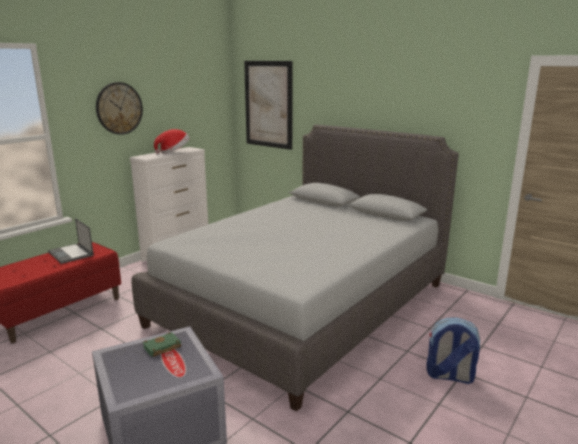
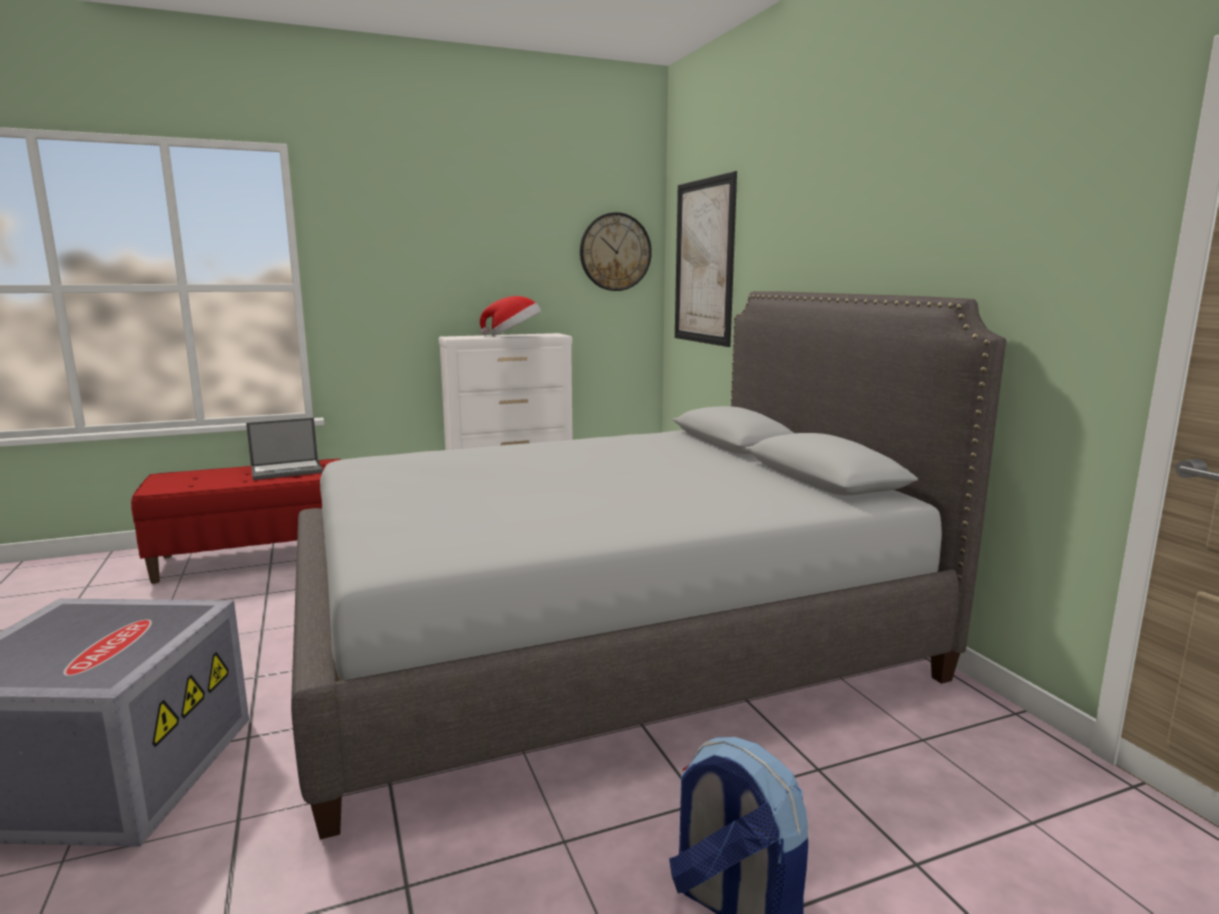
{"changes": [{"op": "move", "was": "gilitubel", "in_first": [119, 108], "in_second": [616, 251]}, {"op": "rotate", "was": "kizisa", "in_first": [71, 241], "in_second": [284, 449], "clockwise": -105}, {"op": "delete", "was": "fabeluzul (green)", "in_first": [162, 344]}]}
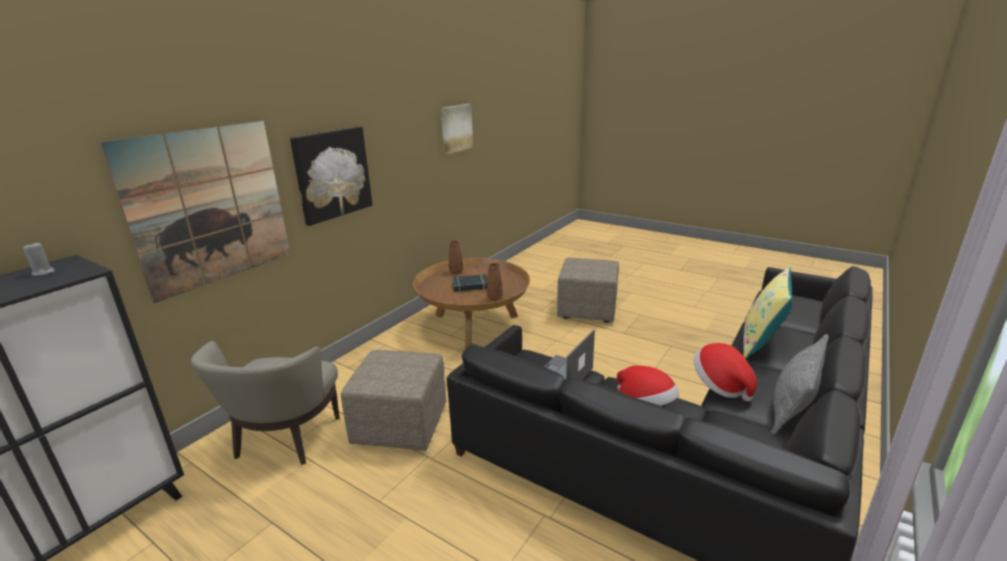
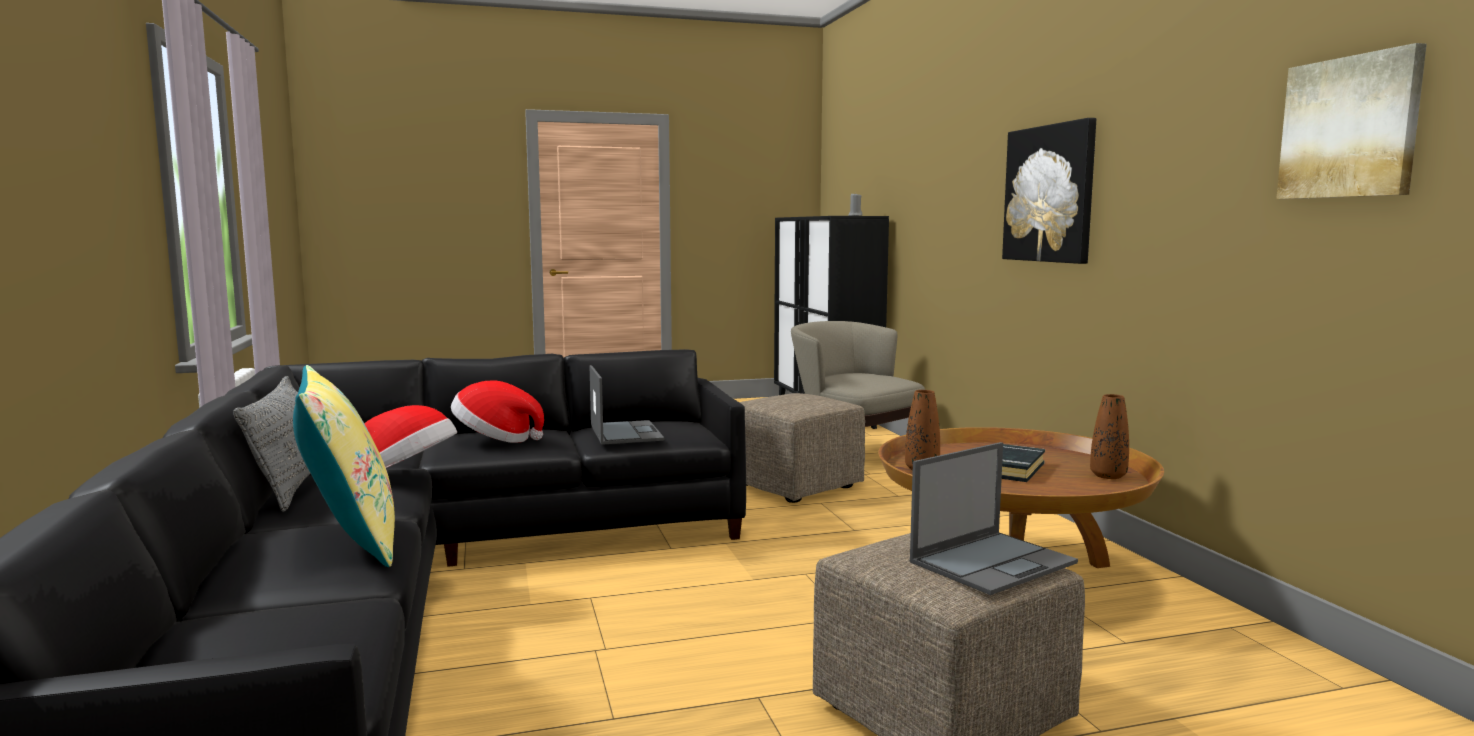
{"changes": [{"op": "delete", "was": "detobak", "in_first": [195, 212]}, {"op": "insert", "now": "kizisa", "in_second": [994, 518]}]}
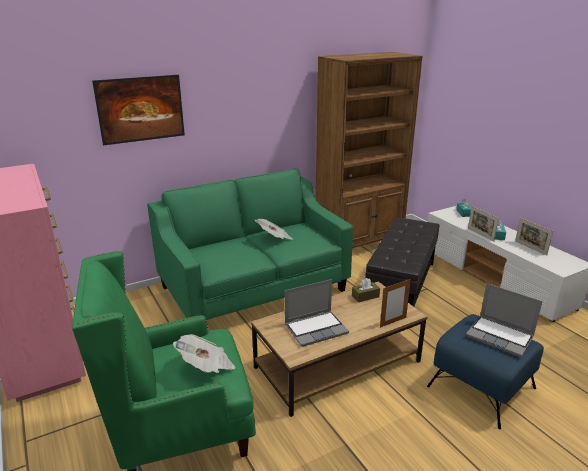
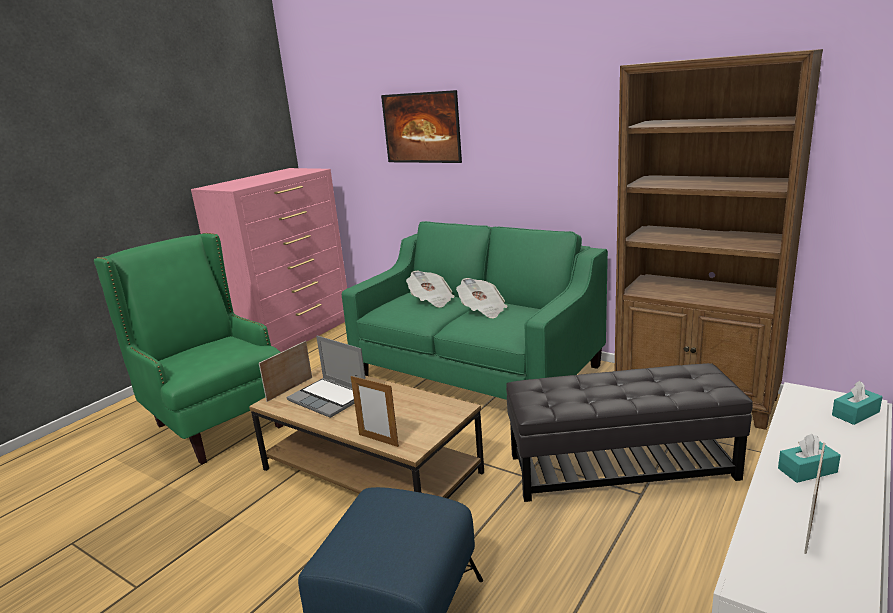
{"changes": [{"op": "move", "was": "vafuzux", "in_first": [483, 224], "in_second": [285, 371]}, {"op": "delete", "was": "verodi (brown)", "in_first": [366, 290]}, {"op": "delete", "was": "kizisa", "in_first": [504, 320]}, {"op": "move", "was": "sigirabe", "in_first": [204, 353], "in_second": [430, 289]}]}
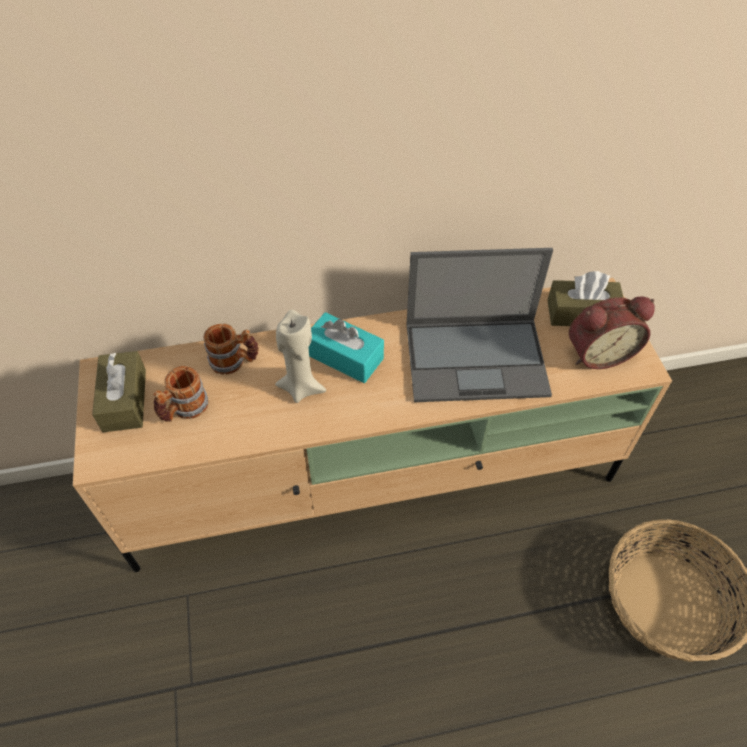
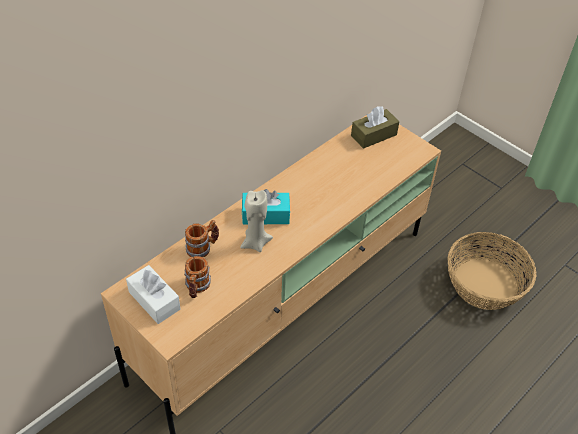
{"changes": [{"op": "delete", "was": "kizisa", "in_first": [479, 325]}, {"op": "delete", "was": "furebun", "in_first": [612, 332]}, {"op": "recolor", "was": "verodi (brown)", "now": "verodi (white)", "in_first": [119, 391], "in_second": [153, 294]}]}
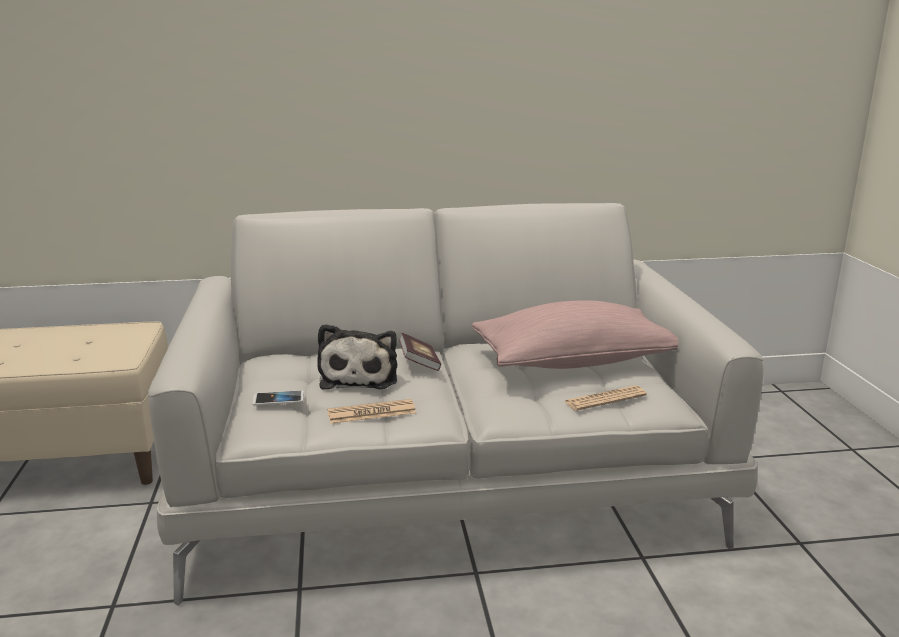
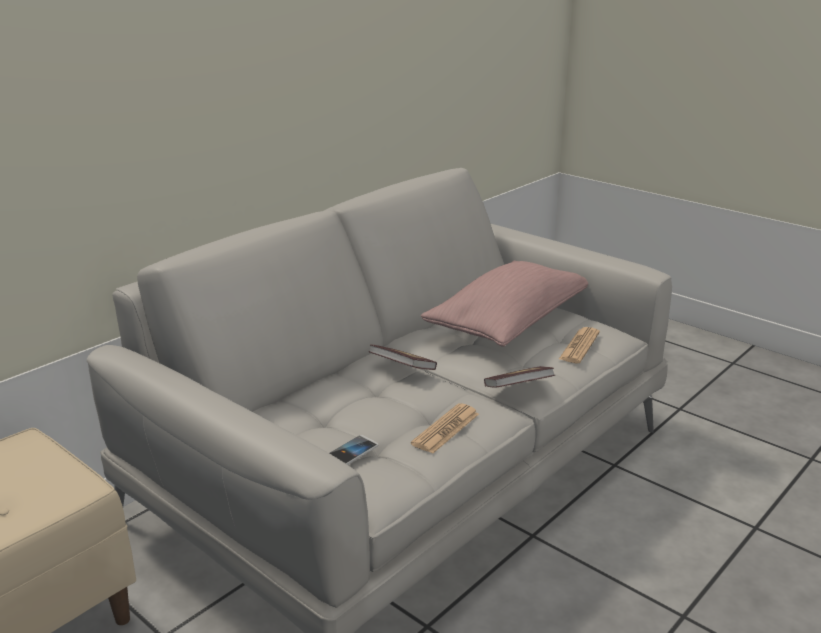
{"changes": [{"op": "delete", "was": "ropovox", "in_first": [357, 356]}, {"op": "insert", "now": "fabeluzul", "in_second": [519, 377]}]}
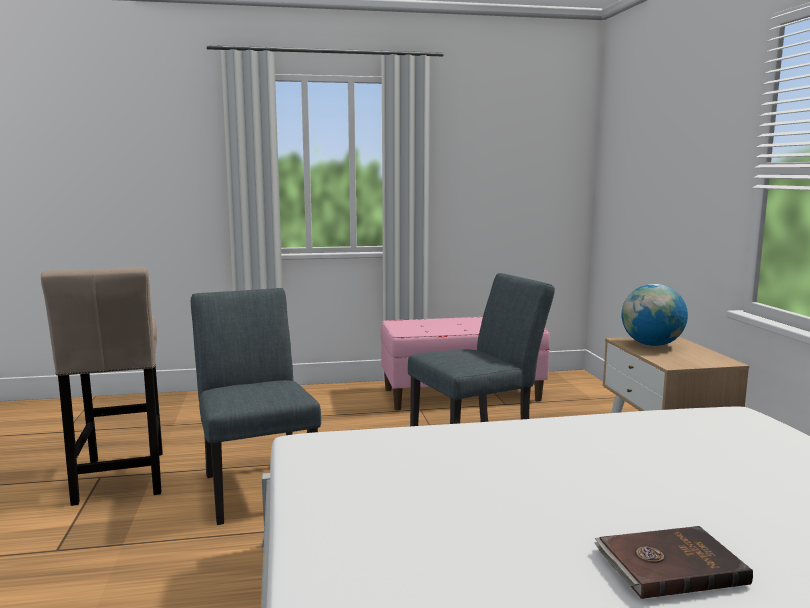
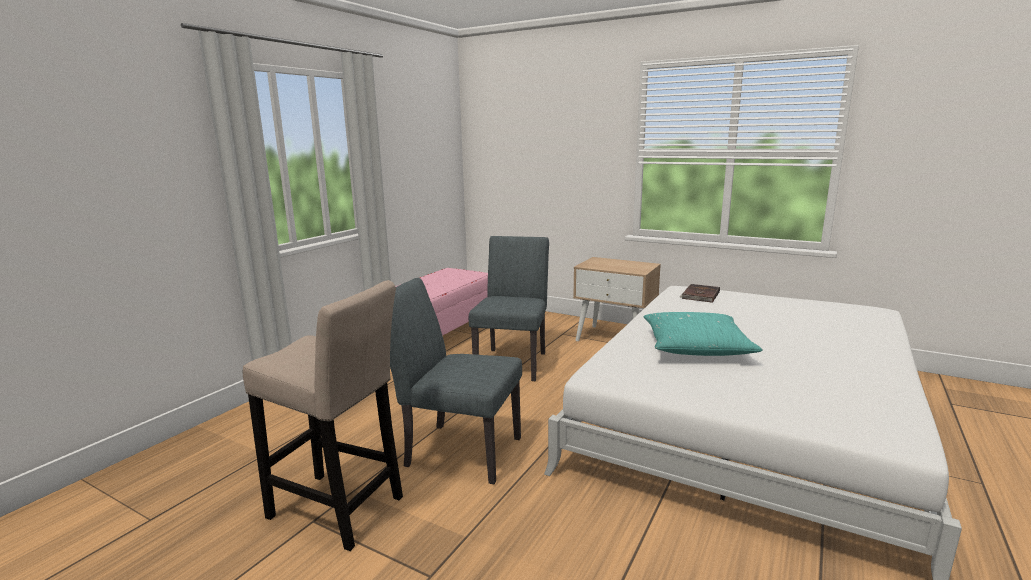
{"changes": [{"op": "delete", "was": "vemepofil", "in_first": [655, 315]}, {"op": "move", "was": "fabeluzul (brown)", "in_first": [673, 562], "in_second": [700, 293]}, {"op": "insert", "now": "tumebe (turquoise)", "in_second": [703, 334]}]}
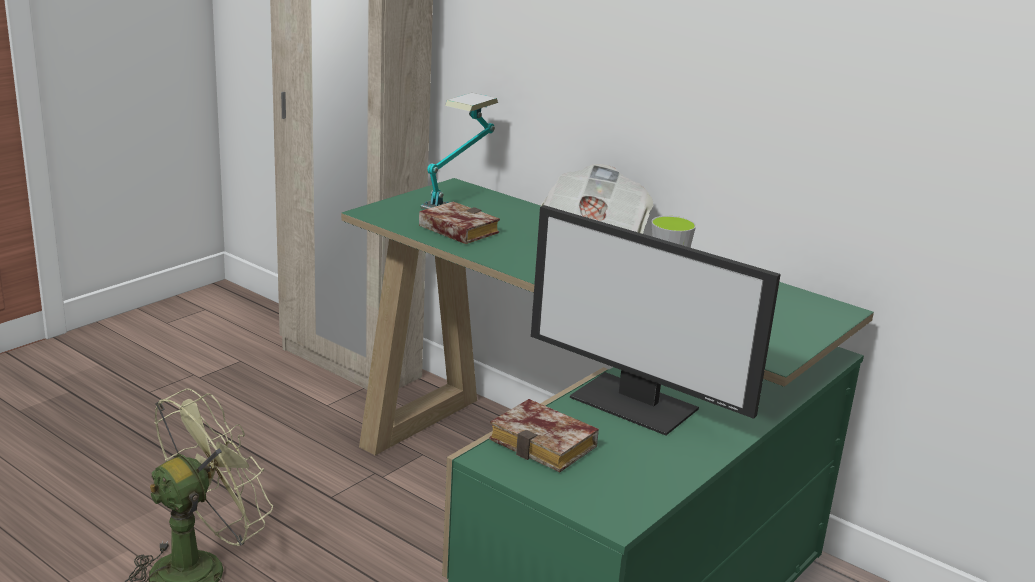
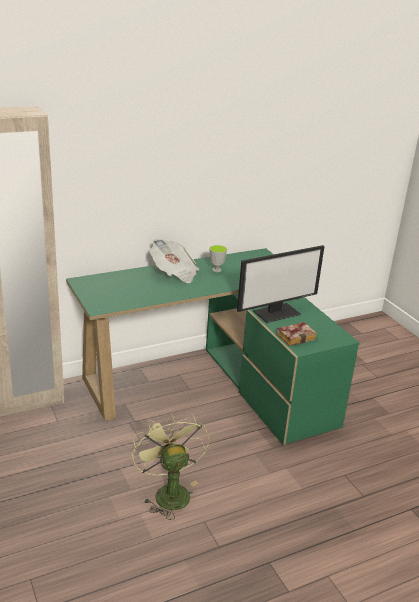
{"changes": [{"op": "delete", "was": "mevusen", "in_first": [459, 151]}, {"op": "delete", "was": "fabeluzul", "in_first": [459, 223]}]}
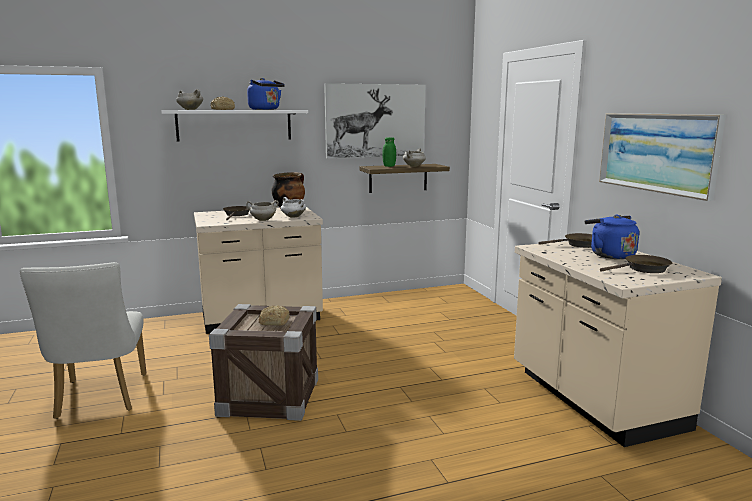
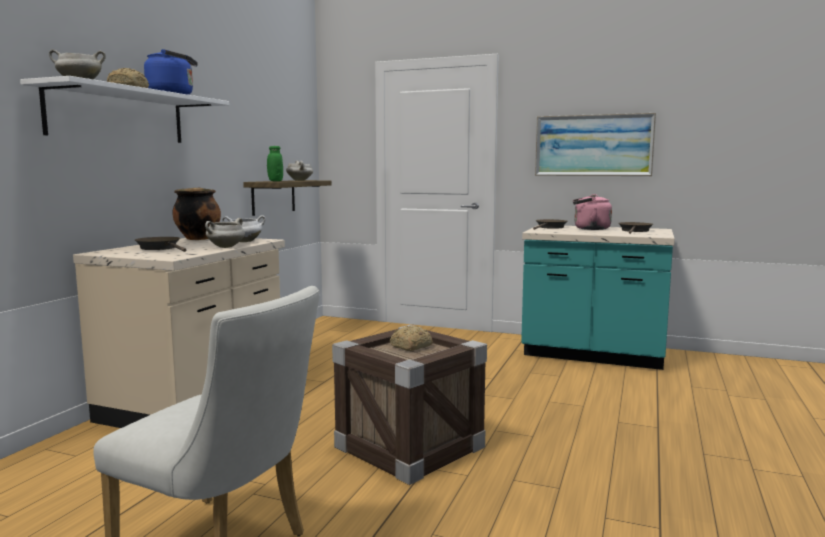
{"changes": [{"op": "delete", "was": "detobak", "in_first": [374, 120]}, {"op": "recolor", "was": "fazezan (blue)", "now": "fazezan (pink)", "in_first": [612, 237], "in_second": [592, 212]}, {"op": "recolor", "was": "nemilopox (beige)", "now": "nemilopox (turquoise)", "in_first": [618, 344], "in_second": [598, 297]}]}
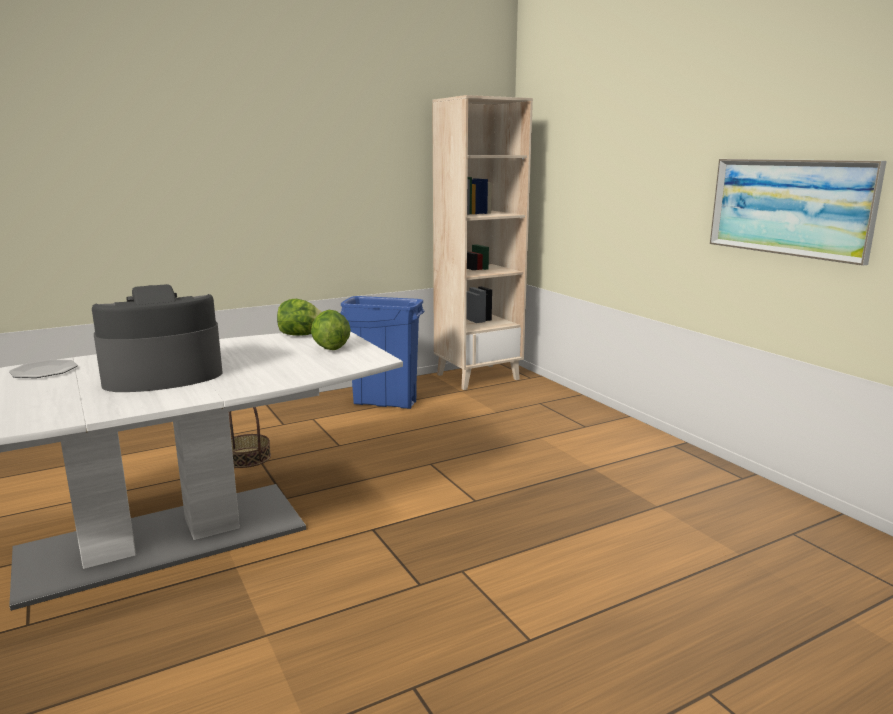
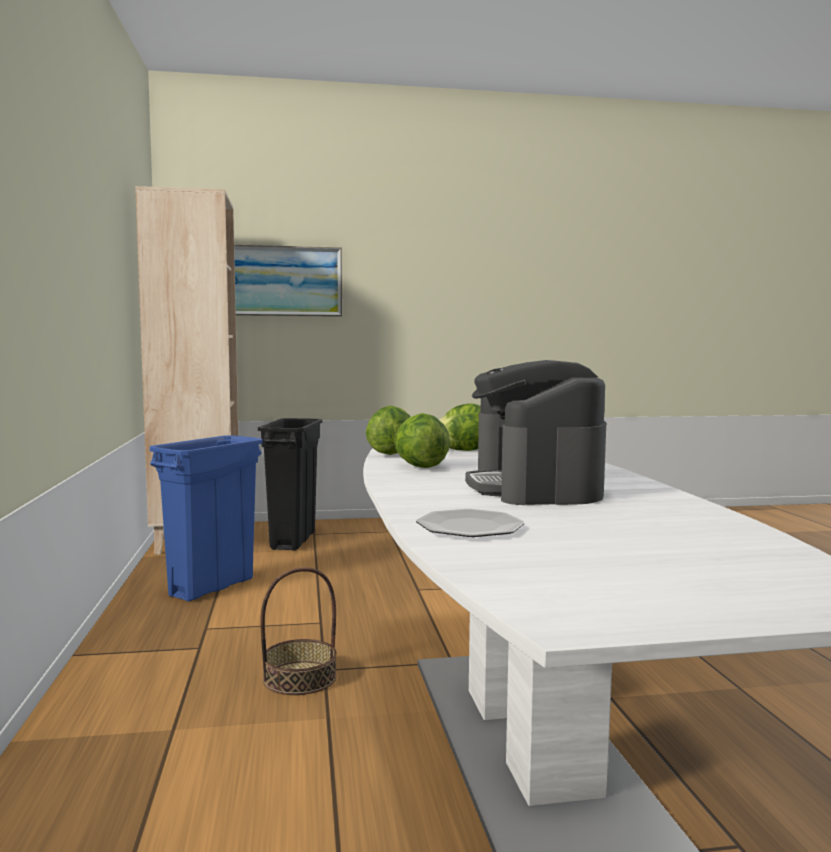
{"changes": [{"op": "move", "was": "detobak", "in_first": [798, 212], "in_second": [288, 281]}, {"op": "insert", "now": "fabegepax", "in_second": [422, 440]}, {"op": "insert", "now": "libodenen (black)", "in_second": [290, 484]}]}
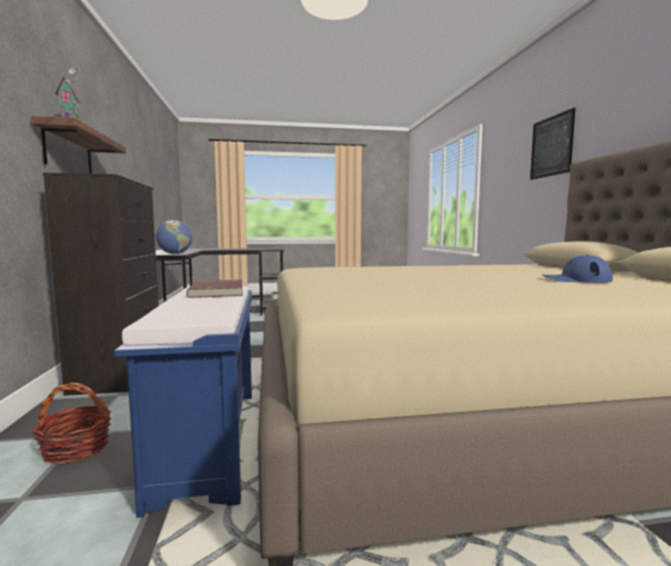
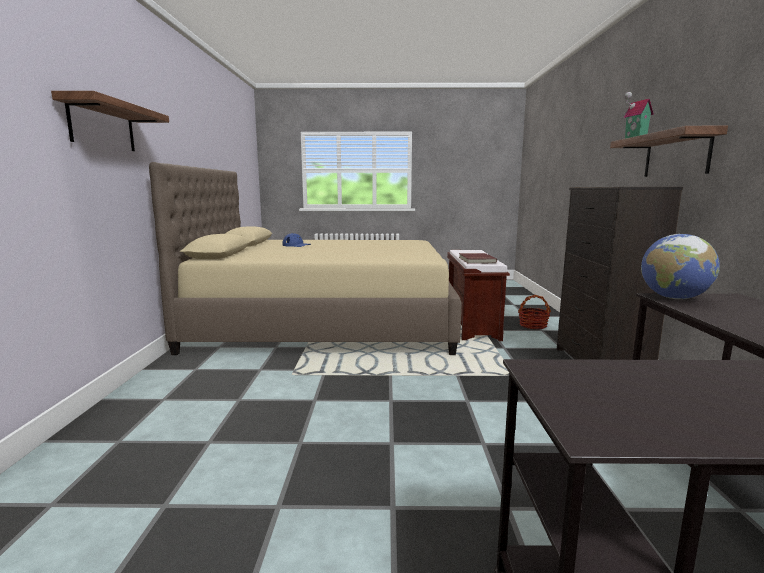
{"changes": [{"op": "replace", "was": "detobak", "now": "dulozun", "in_first": [552, 144], "in_second": [110, 121]}, {"op": "recolor", "was": "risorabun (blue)", "now": "risorabun (brown)", "in_first": [183, 402], "in_second": [478, 295]}]}
